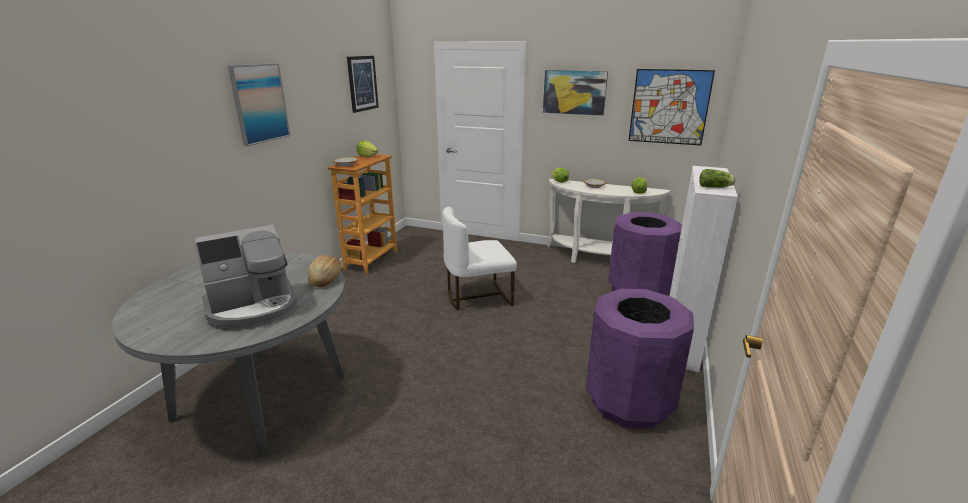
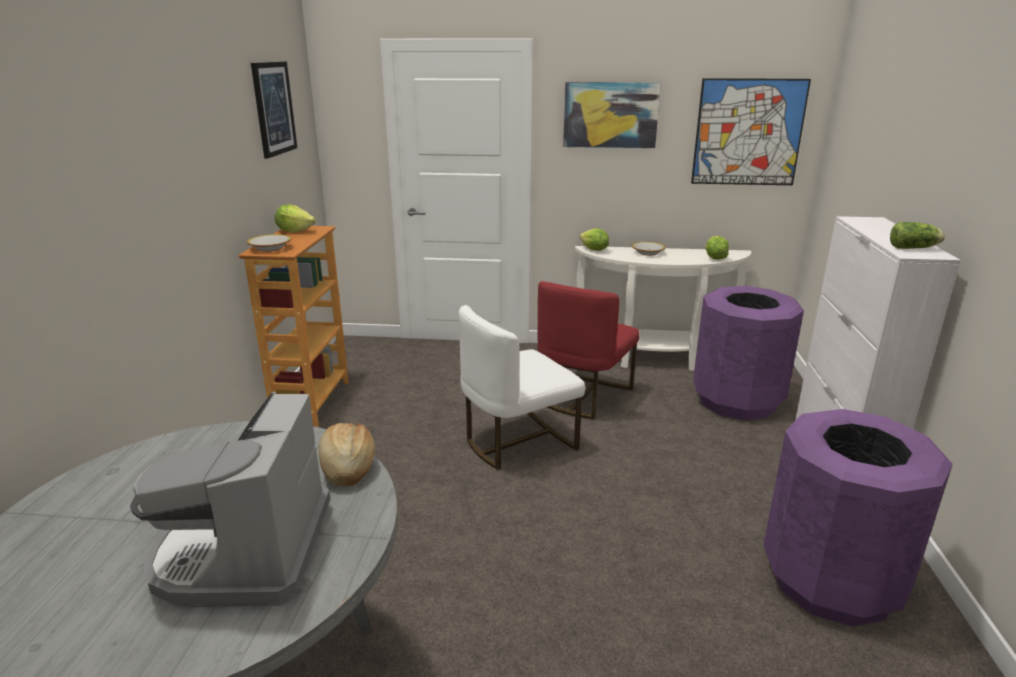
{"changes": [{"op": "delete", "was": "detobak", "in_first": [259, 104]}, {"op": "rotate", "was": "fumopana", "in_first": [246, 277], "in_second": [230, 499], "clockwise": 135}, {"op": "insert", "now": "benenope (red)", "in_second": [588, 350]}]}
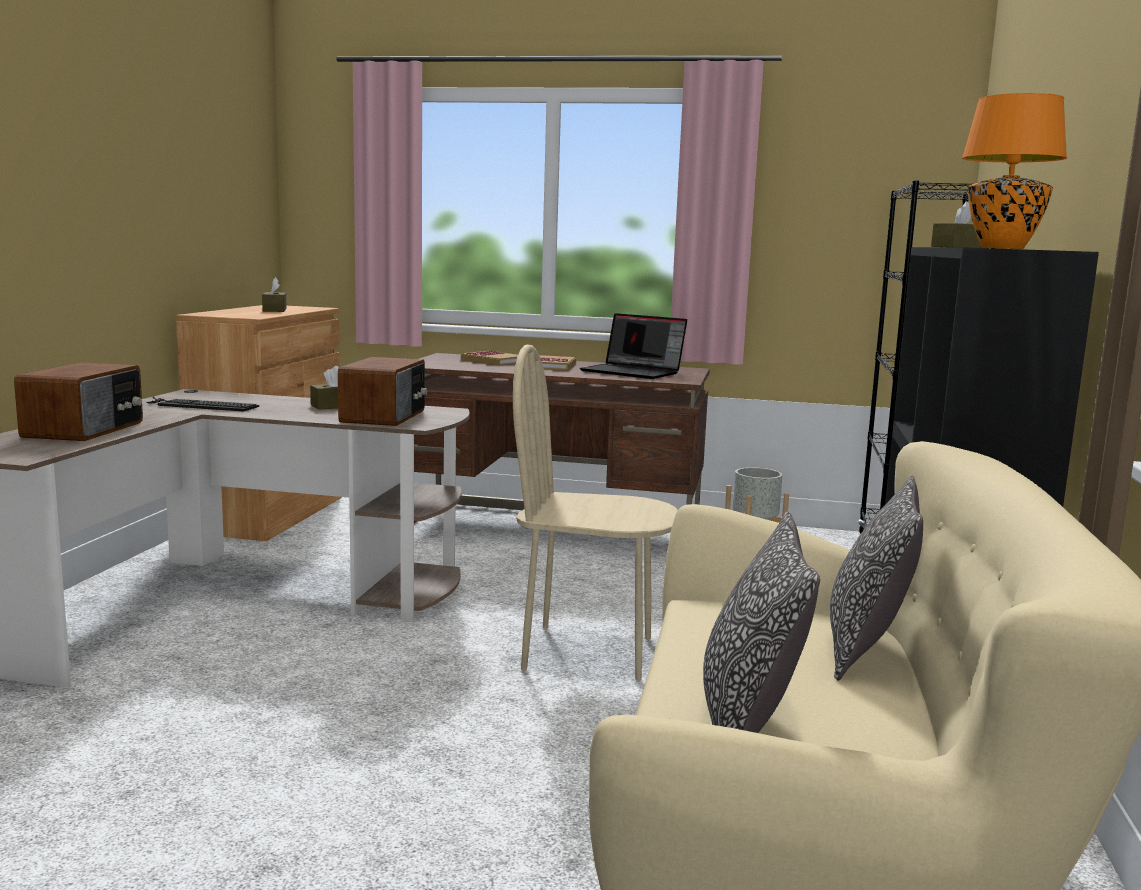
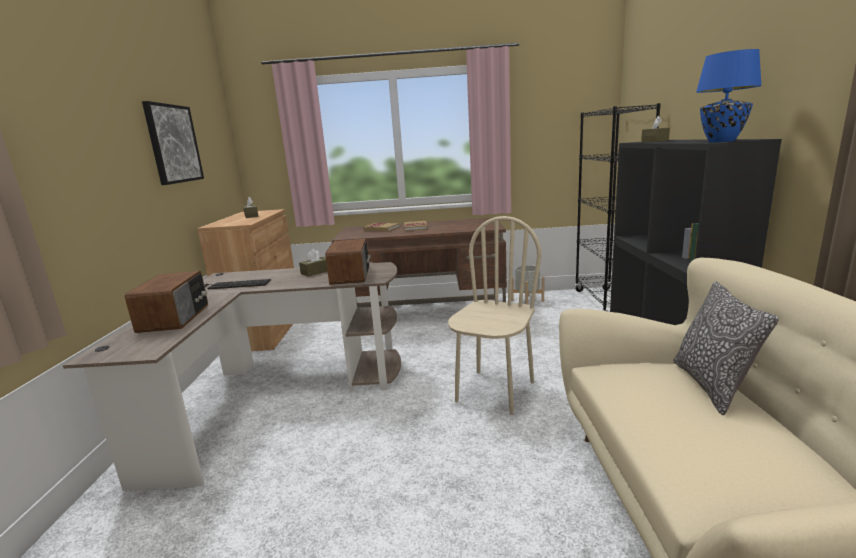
{"changes": [{"op": "recolor", "was": "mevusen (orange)", "now": "mevusen (blue)", "in_first": [1014, 171], "in_second": [729, 95]}, {"op": "delete", "was": "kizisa", "in_first": [633, 346]}, {"op": "rotate", "was": "benenope (beige)", "in_first": [595, 513], "in_second": [495, 315], "clockwise": 120}, {"op": "delete", "was": "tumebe", "in_first": [761, 622]}, {"op": "insert", "now": "detobak", "in_second": [173, 143]}]}
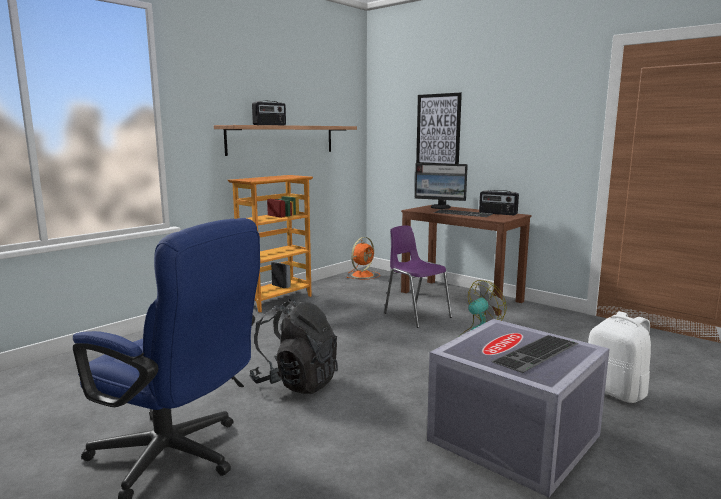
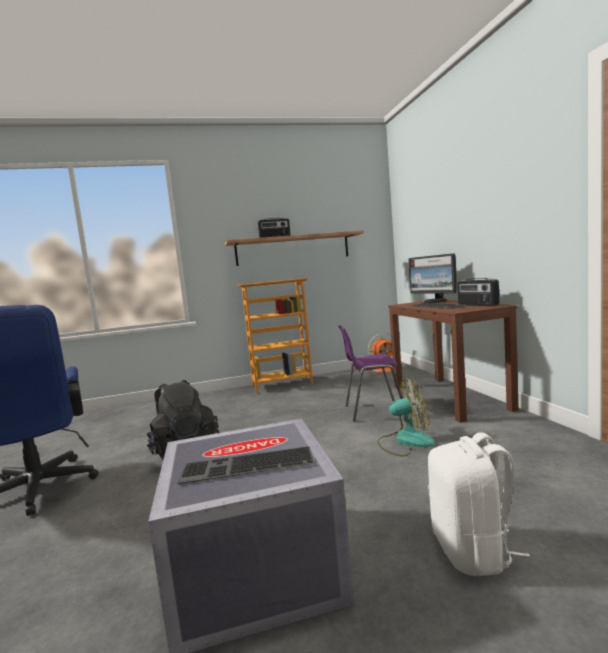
{"changes": [{"op": "delete", "was": "detobak", "in_first": [439, 128]}, {"op": "rotate", "was": "benenope (purple)", "in_first": [418, 277], "in_second": [370, 373], "clockwise": -90}]}
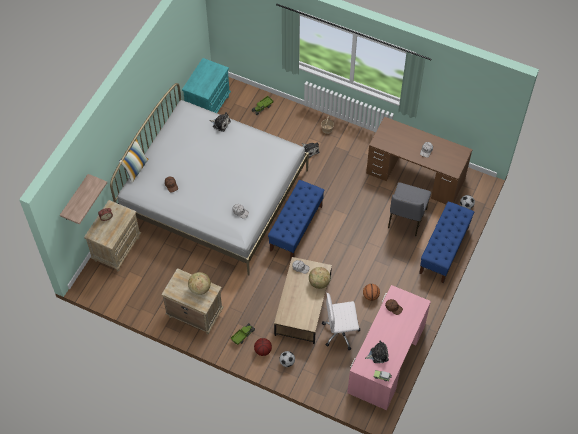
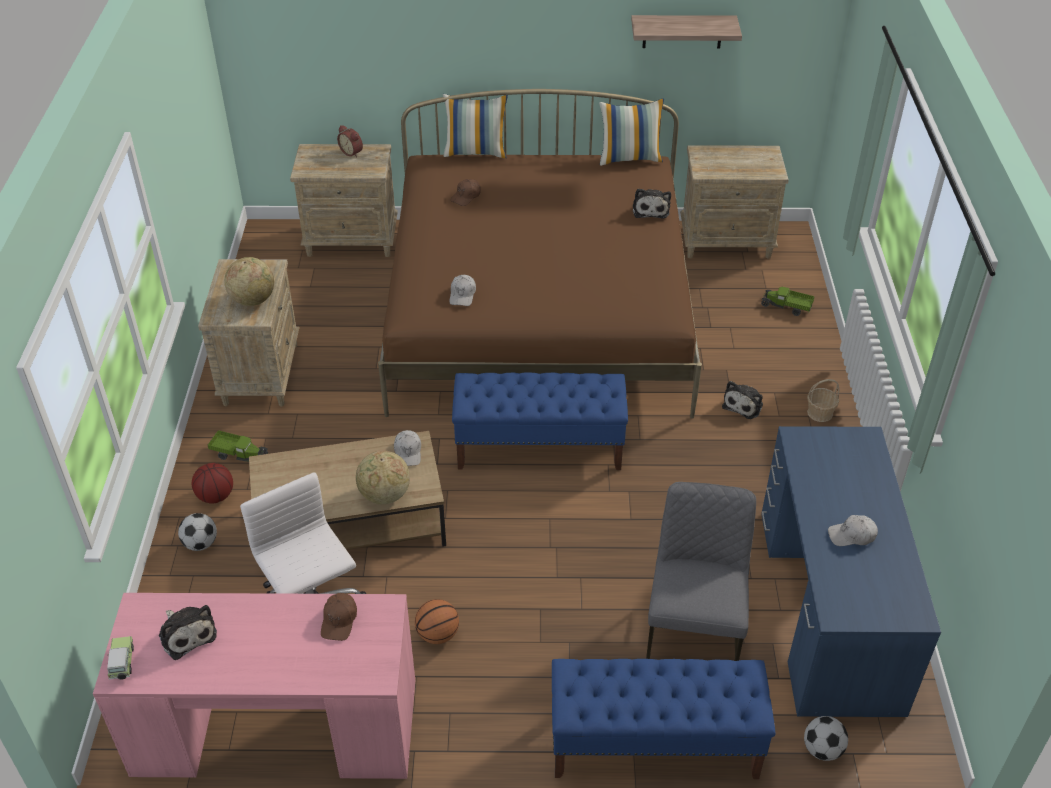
{"changes": [{"op": "recolor", "was": "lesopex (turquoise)", "now": "lesopex (beige)", "in_first": [206, 85], "in_second": [734, 202]}, {"op": "recolor", "was": "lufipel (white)", "now": "lufipel (brown)", "in_first": [209, 179], "in_second": [540, 254]}, {"op": "recolor", "was": "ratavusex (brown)", "now": "ratavusex (blue)", "in_first": [419, 160], "in_second": [851, 571]}, {"op": "move", "was": "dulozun", "in_first": [83, 199], "in_second": [686, 31]}, {"op": "rotate", "was": "benenope (grey)", "in_first": [409, 209], "in_second": [701, 571], "clockwise": 105}, {"op": "insert", "now": "tumebe", "in_second": [631, 132]}]}
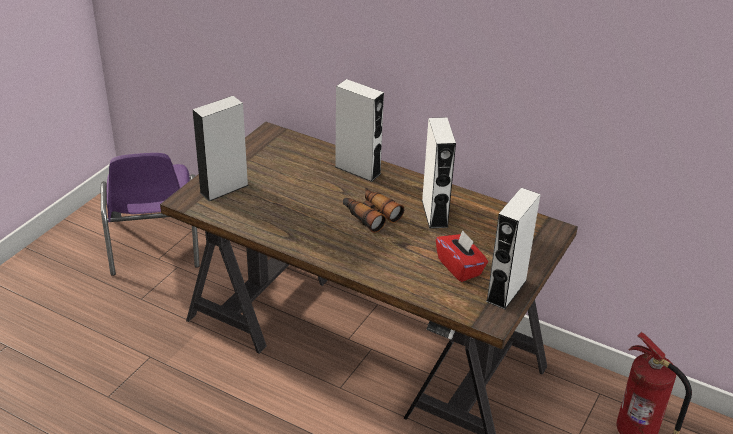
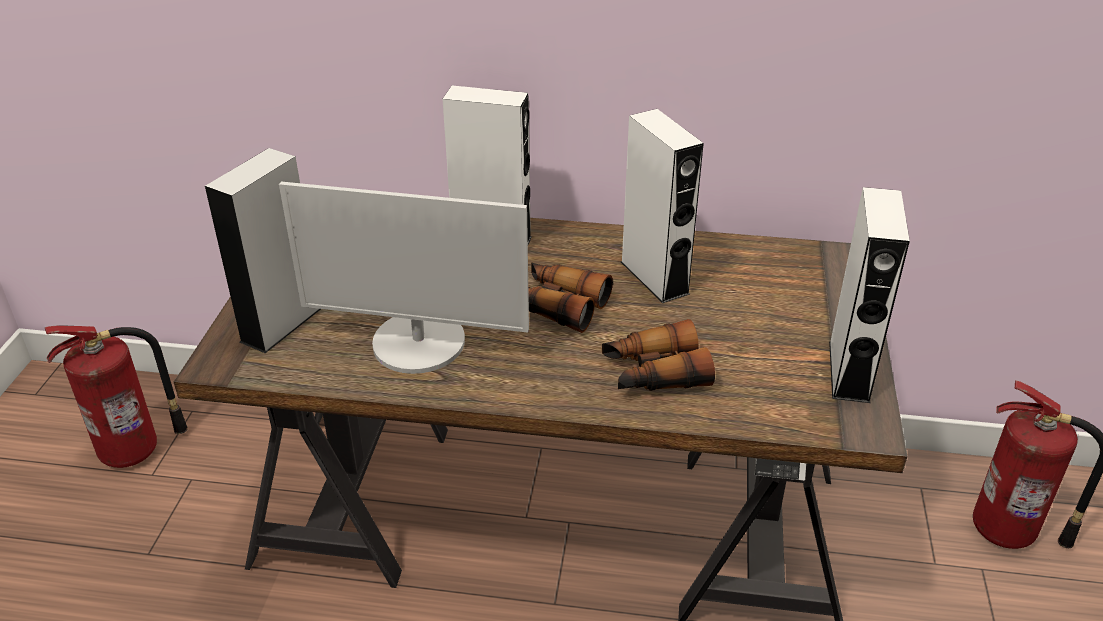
{"changes": [{"op": "replace", "was": "benenope (purple)", "now": "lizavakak", "in_first": [150, 214], "in_second": [116, 397]}, {"op": "delete", "was": "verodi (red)", "in_first": [462, 256]}, {"op": "insert", "now": "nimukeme", "in_second": [404, 278]}, {"op": "insert", "now": "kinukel", "in_second": [658, 355]}]}
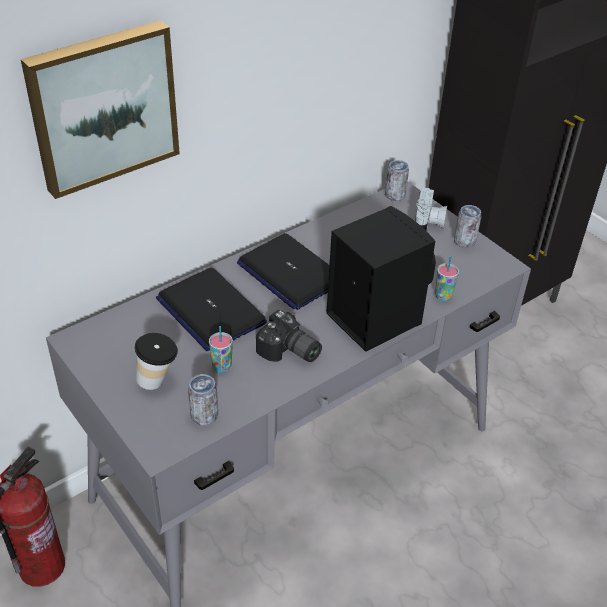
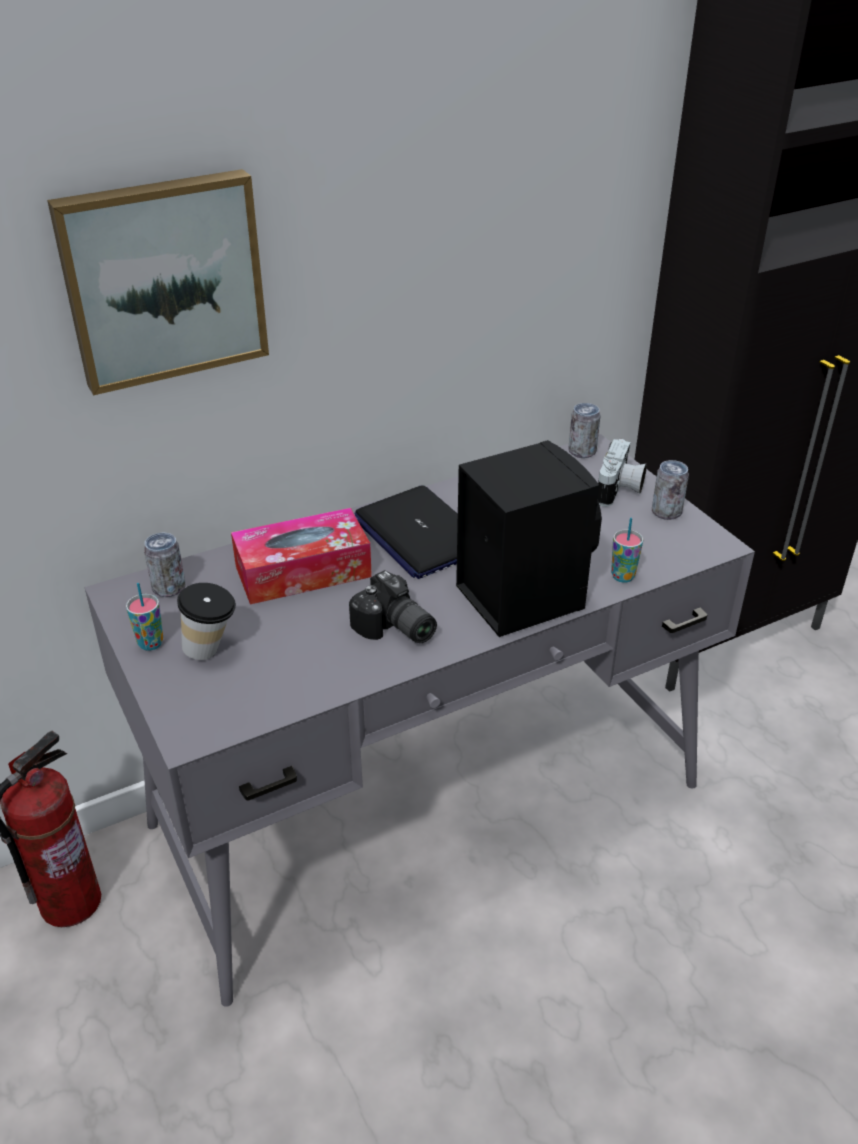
{"changes": [{"op": "replace", "was": "kizisa", "now": "verodi", "in_first": [211, 309], "in_second": [301, 556]}, {"op": "move", "was": "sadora", "in_first": [221, 349], "in_second": [144, 617]}, {"op": "move", "was": "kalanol", "in_first": [203, 399], "in_second": [165, 564]}]}
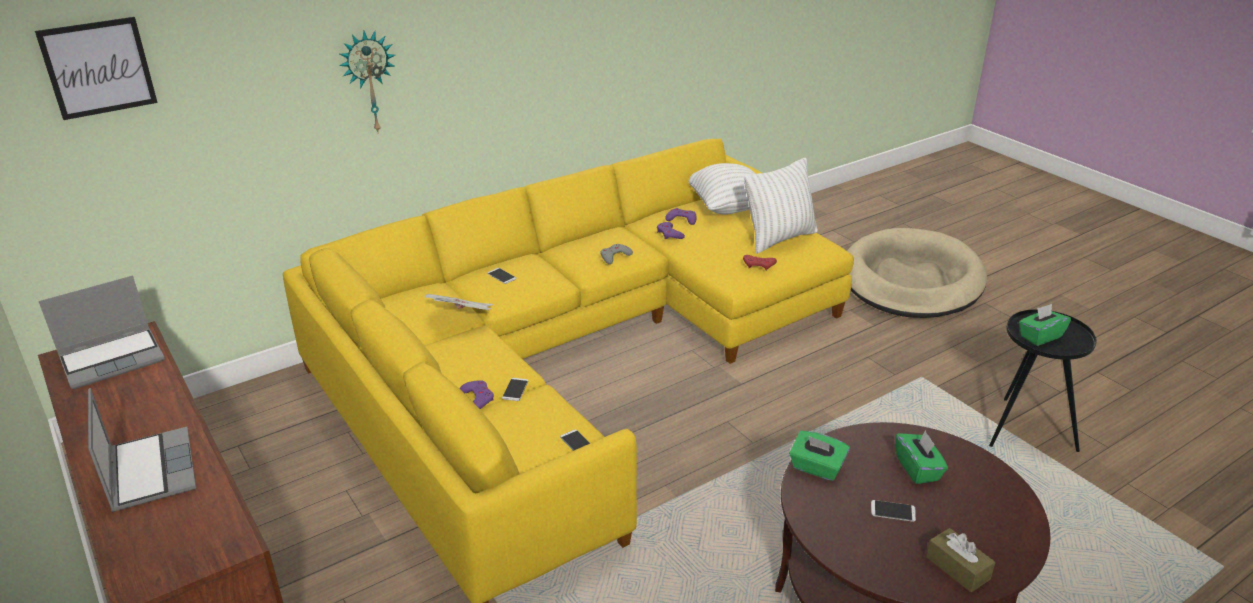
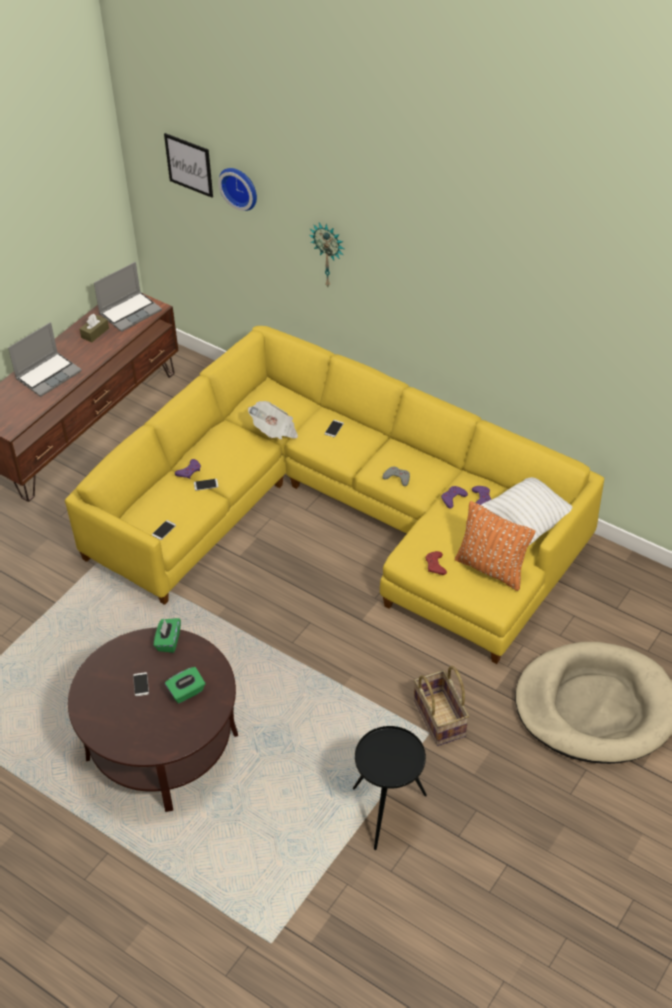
{"changes": [{"op": "recolor", "was": "tumebe (white)", "now": "tumebe (orange)", "in_first": [781, 206], "in_second": [495, 546]}, {"op": "rotate", "was": "kizisa", "in_first": [101, 332], "in_second": [128, 297], "clockwise": -75}, {"op": "delete", "was": "verodi (green)", "in_first": [1045, 325]}, {"op": "move", "was": "verodi (brown)", "in_first": [960, 560], "in_second": [94, 328]}, {"op": "insert", "now": "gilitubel", "in_second": [237, 189]}, {"op": "insert", "now": "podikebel", "in_second": [441, 706]}]}
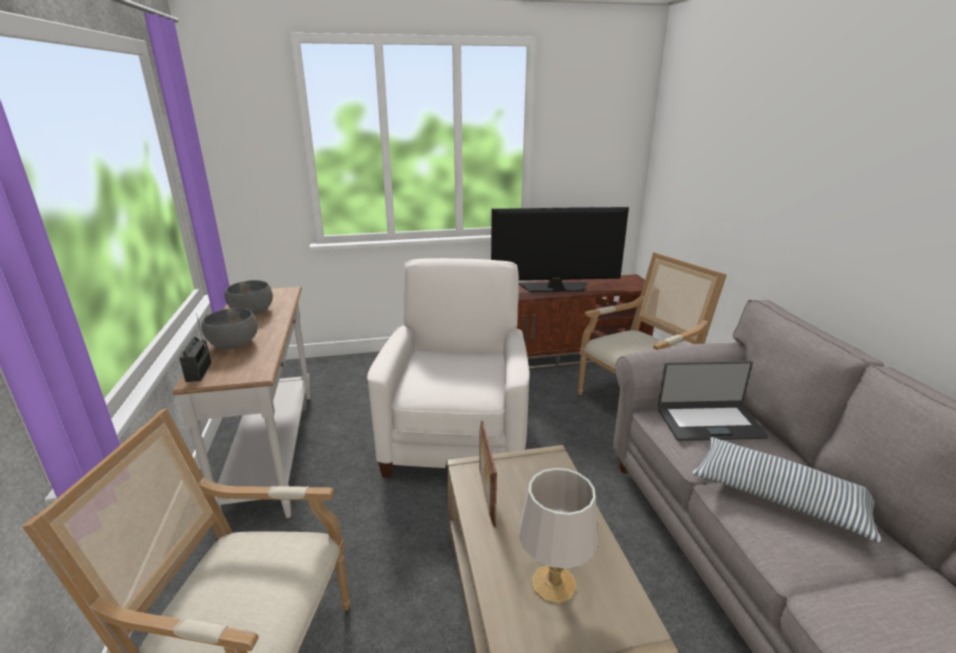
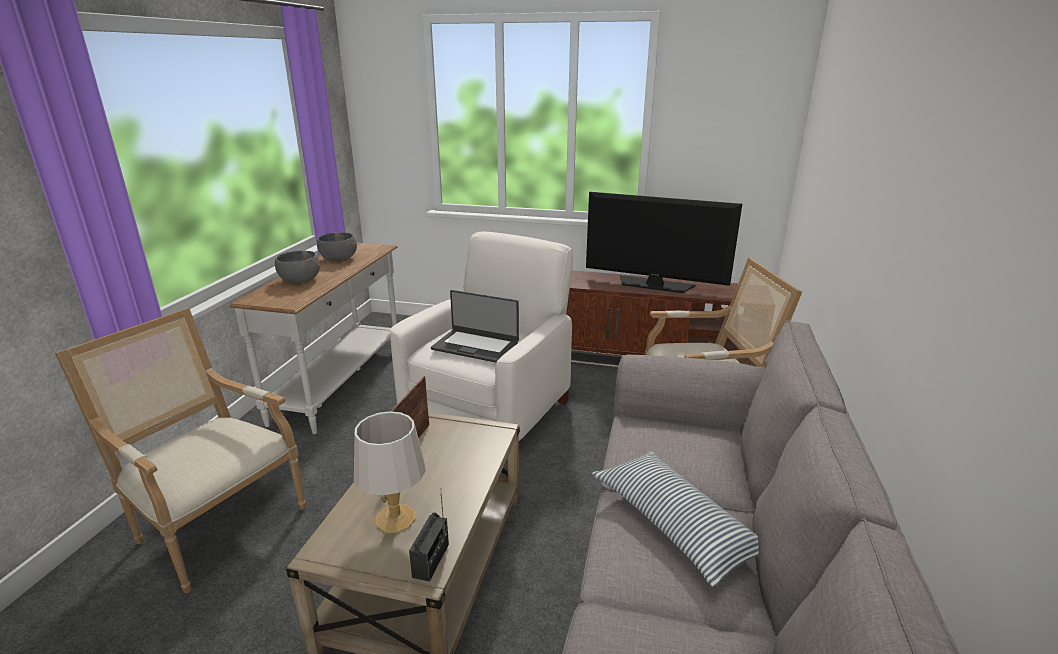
{"changes": [{"op": "move", "was": "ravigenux", "in_first": [195, 348], "in_second": [429, 535]}, {"op": "move", "was": "kizisa", "in_first": [713, 401], "in_second": [475, 326]}]}
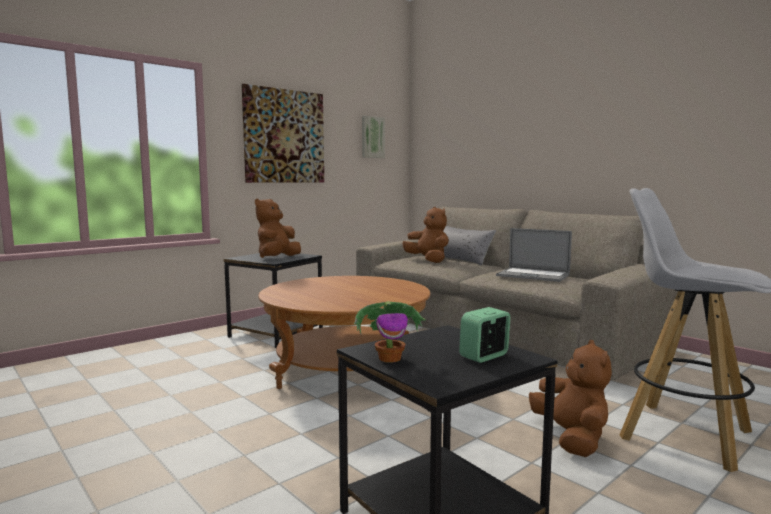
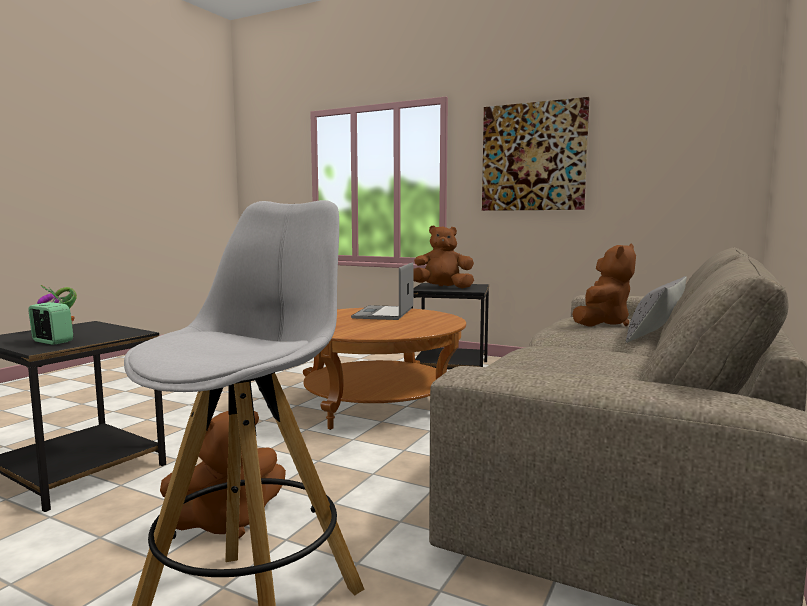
{"changes": [{"op": "delete", "was": "detobak", "in_first": [373, 137]}, {"op": "move", "was": "kizisa", "in_first": [534, 255], "in_second": [382, 291]}]}
